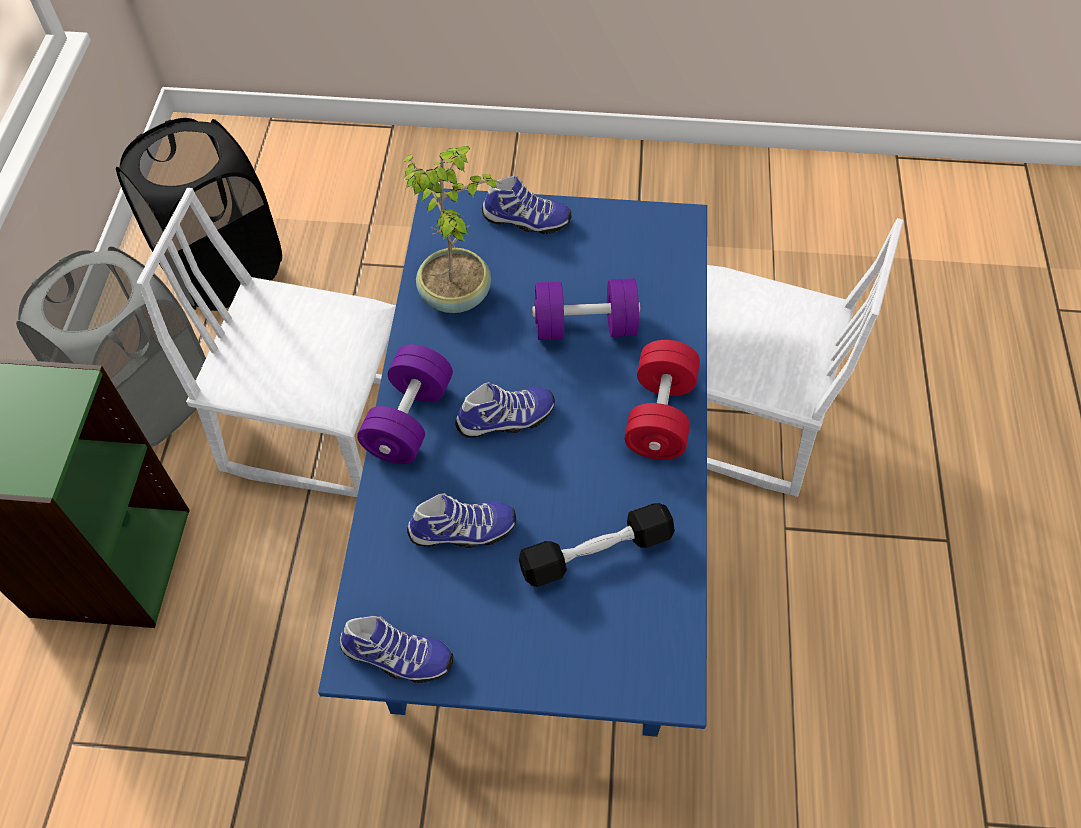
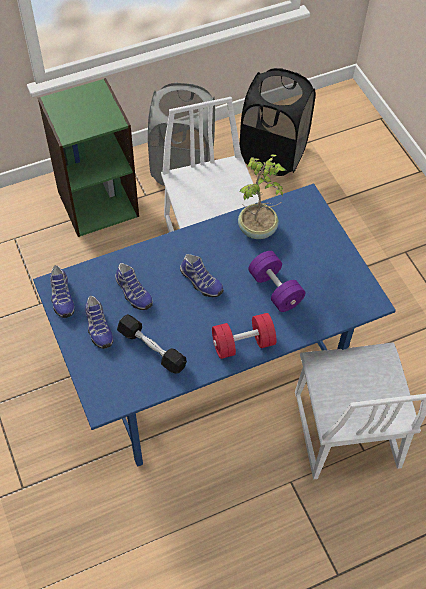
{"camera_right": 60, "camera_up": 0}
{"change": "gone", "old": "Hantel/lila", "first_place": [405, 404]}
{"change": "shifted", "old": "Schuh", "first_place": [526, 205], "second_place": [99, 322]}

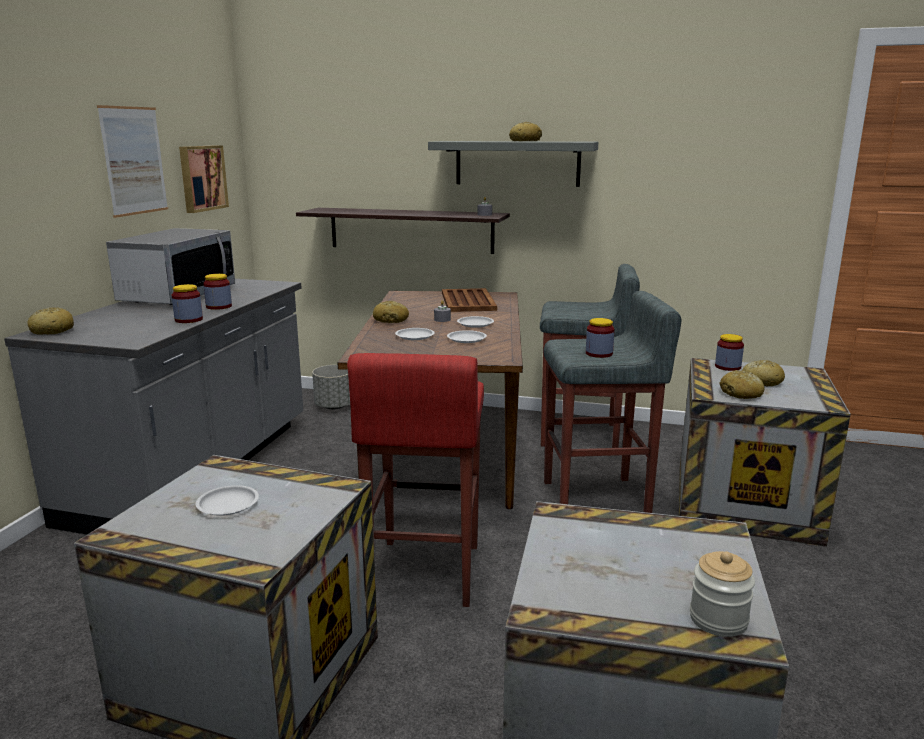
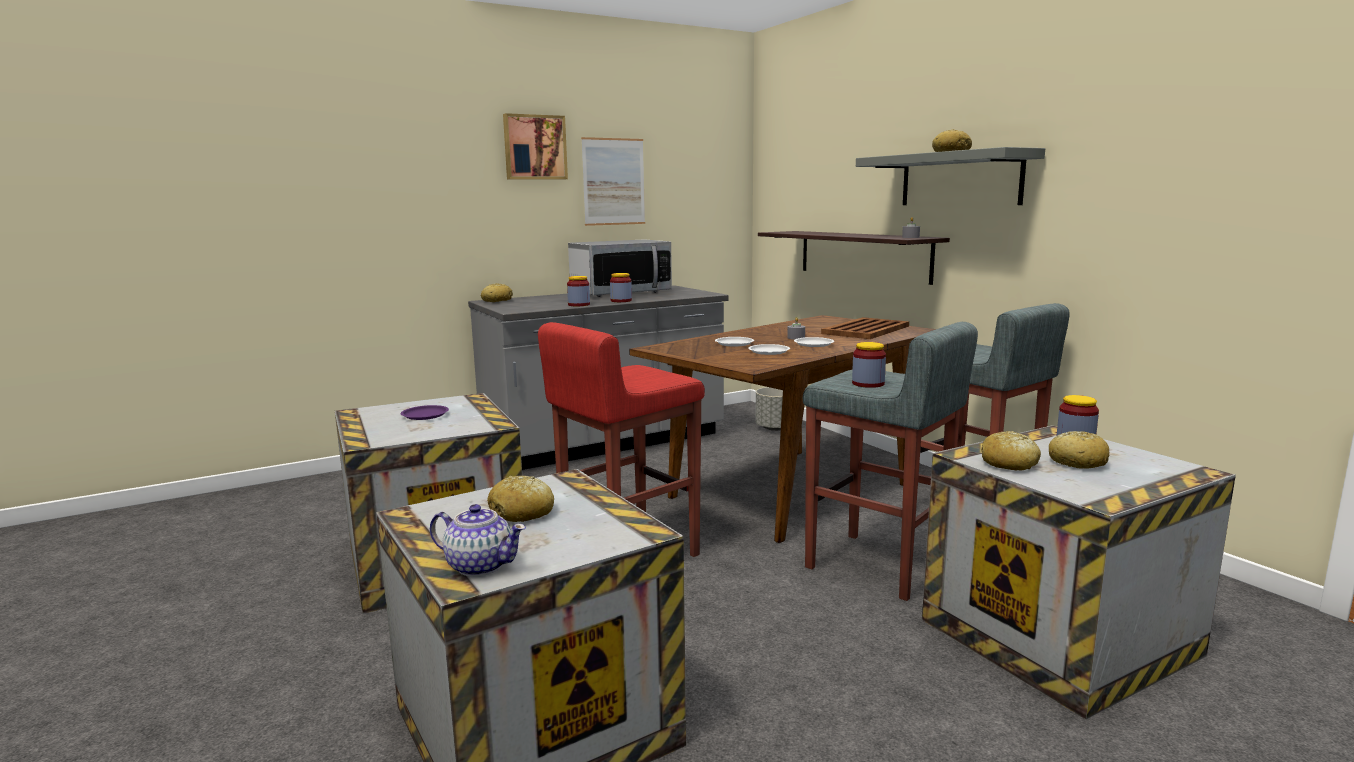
{"camera_right": 45, "camera_up": -5}
{"change": "shifted", "old": "Bild", "first_place": [204, 179], "second_place": [535, 146]}
{"change": "shifted", "old": "Brot", "first_place": [391, 312], "second_place": [520, 499]}
{"change": "swapped", "old": "Vorratsglas", "new": "Teekanne", "first_place": [722, 594], "second_place": [478, 540]}
{"change": "repainted", "old": "Teller/weiß", "new": "Teller/lila", "first_place": [227, 500], "second_place": [424, 412]}

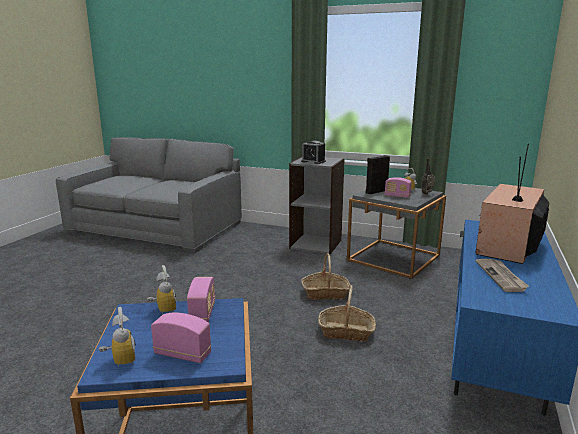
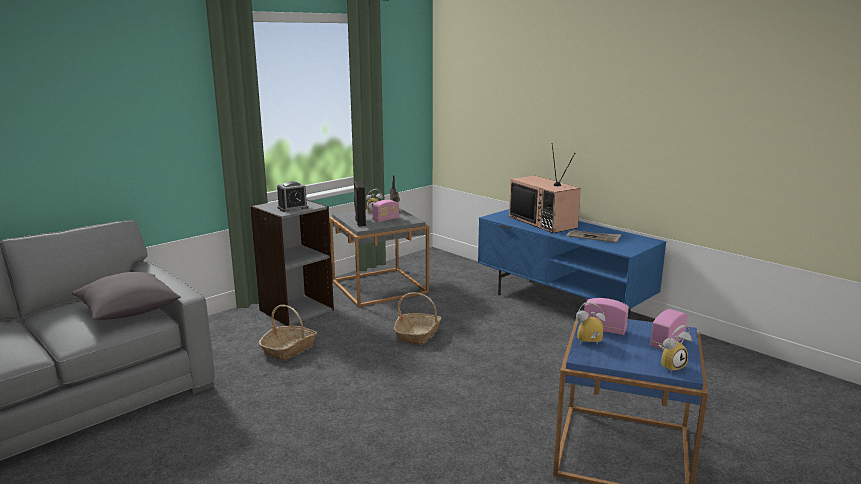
{"camera_right": -65, "camera_up": 0}
{"change": "new", "new": "Kissen/grau", "second_place": [126, 296]}
{"change": "shifted", "old": "Korb", "first_place": [347, 313], "second_place": [288, 333]}
{"change": "rotated", "old": "Wecker", "first_place": [117, 337], "second_place": [675, 348], "degrees": 150}

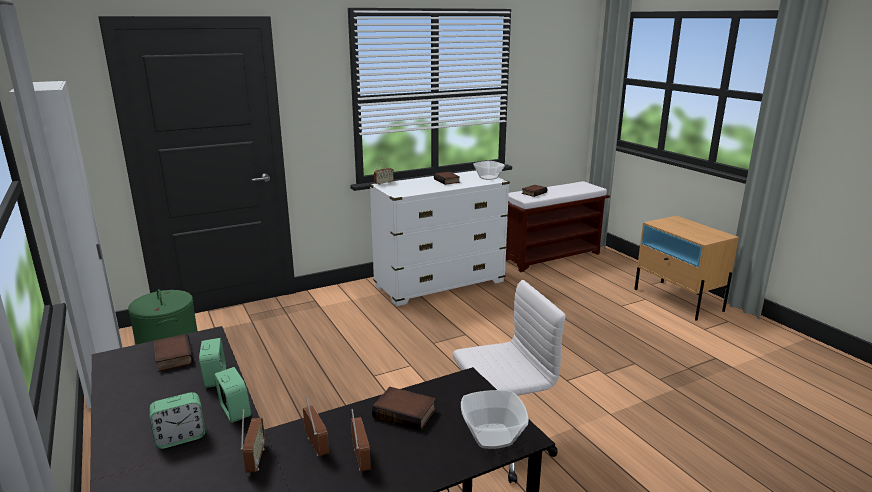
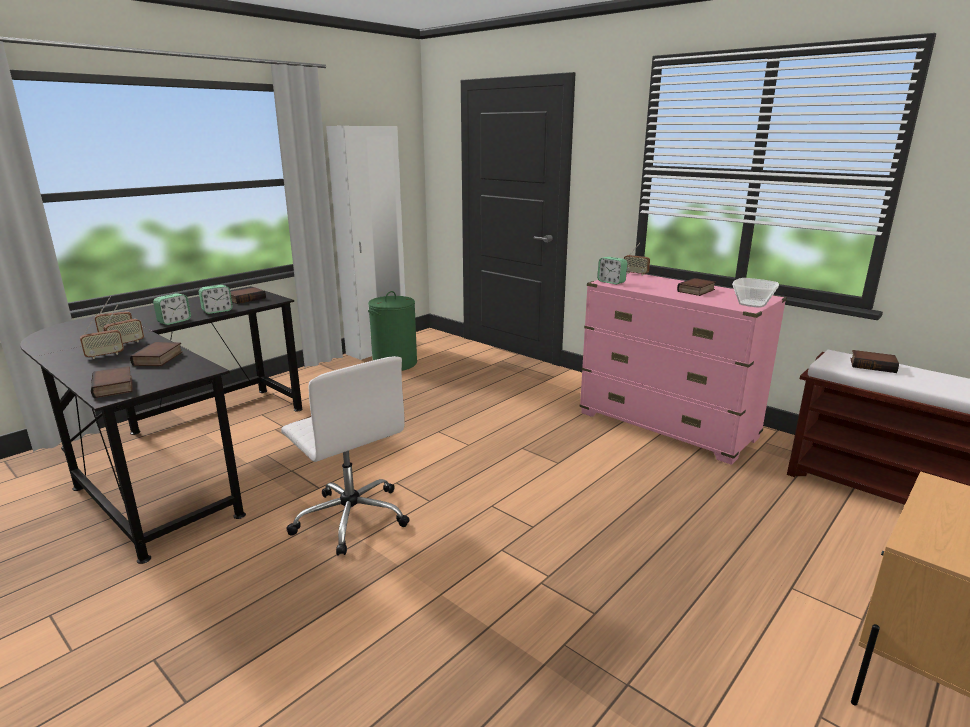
{"camera_right": 70, "camera_up": 0}
{"change": "shifted", "old": "Wecker", "first_place": [177, 420], "second_place": [612, 271]}
{"change": "swapped", "old": "Schüssel", "new": "Buch", "first_place": [495, 419], "second_place": [112, 382]}
{"change": "repainted", "old": "Kommode/weiß", "new": "Kommode/rosa", "first_place": [440, 238], "second_place": [683, 368]}

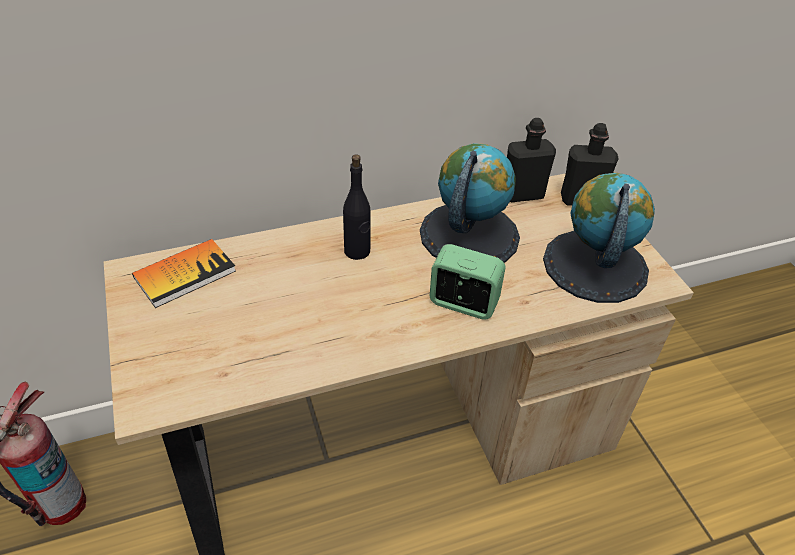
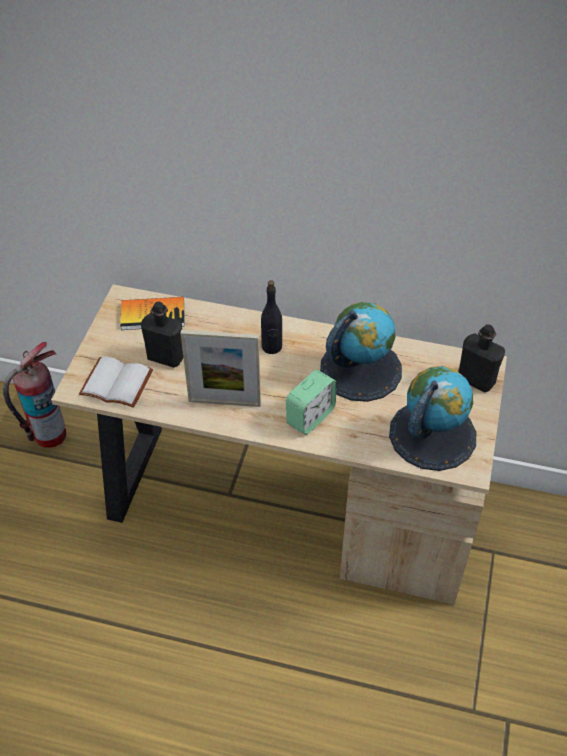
{"camera_right": 35, "camera_up": 5}
{"change": "new", "new": "Buch/weiß", "second_place": [116, 382]}
{"change": "new", "new": "Bilderrahmen", "second_place": [220, 368]}
{"change": "shifted", "old": "Flasche/schwarz", "first_place": [531, 160], "second_place": [162, 334]}
{"change": "rotated", "old": "Wecker", "first_place": [468, 282], "second_place": [311, 402], "degrees": 75}

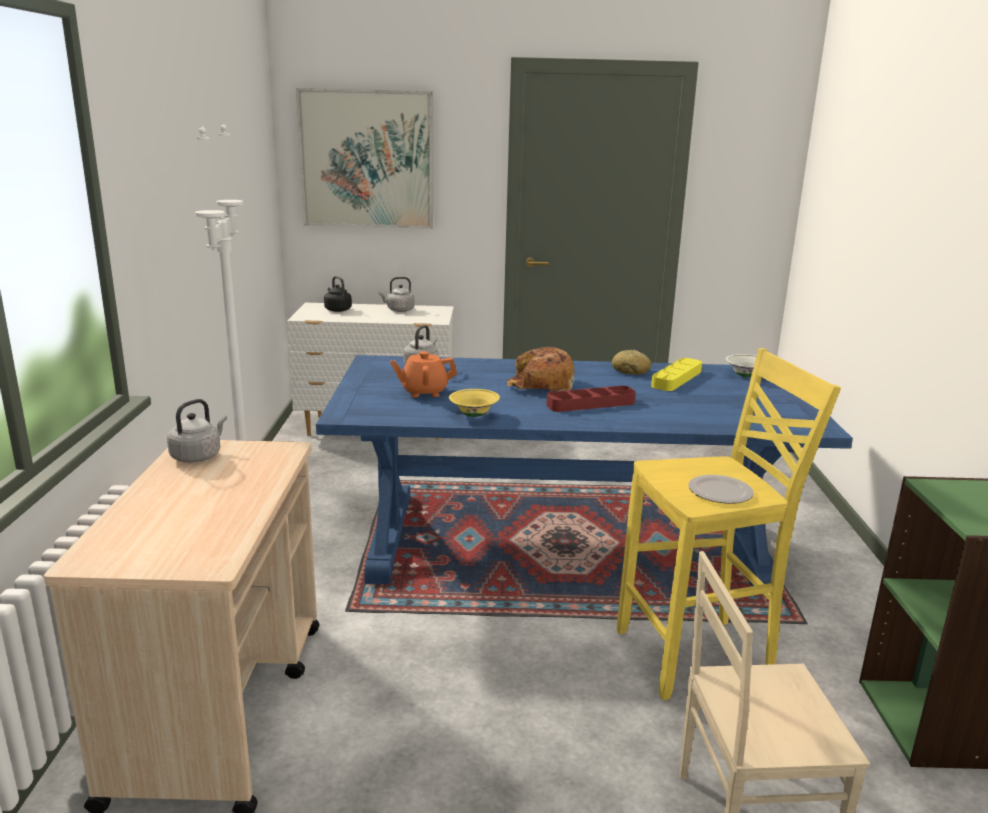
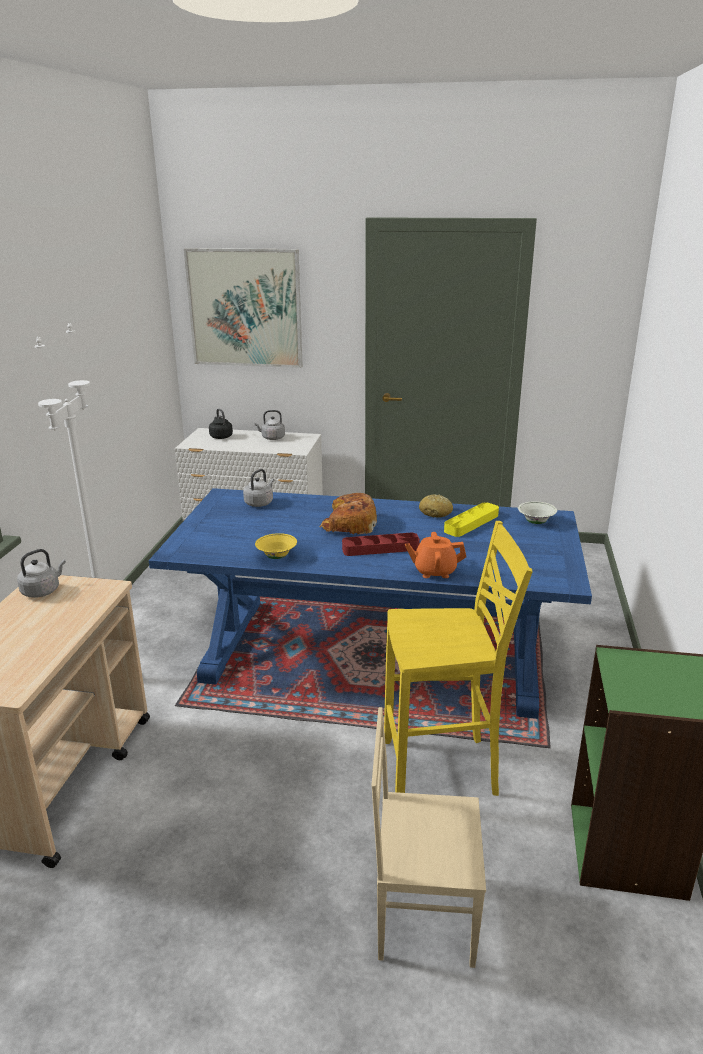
{"camera_right": 10, "camera_up": 5}
{"change": "gone", "old": "Teller", "first_place": [721, 489]}
{"change": "shifted", "old": "Teekanne/orange", "first_place": [423, 374], "second_place": [435, 555]}

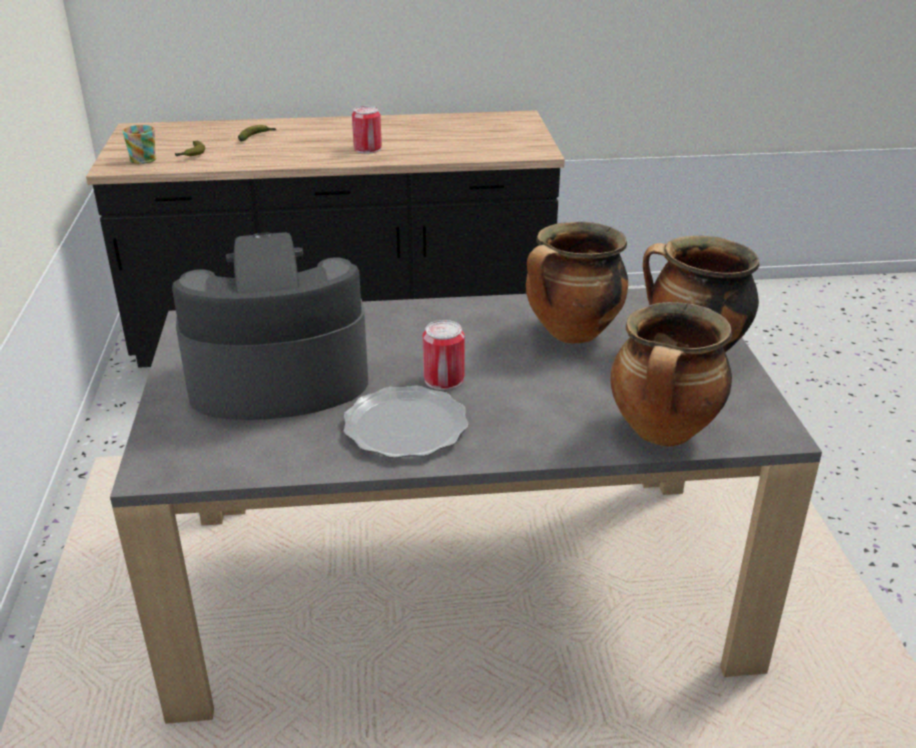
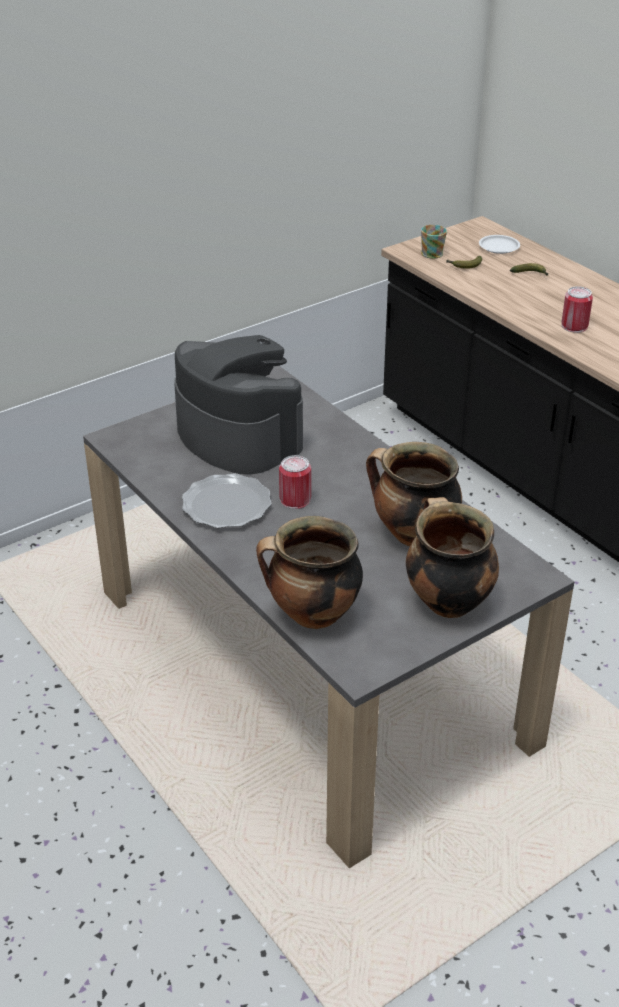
{"camera_right": 60, "camera_up": 5}
{"change": "new", "new": "Teller/weiß", "second_place": [499, 244]}

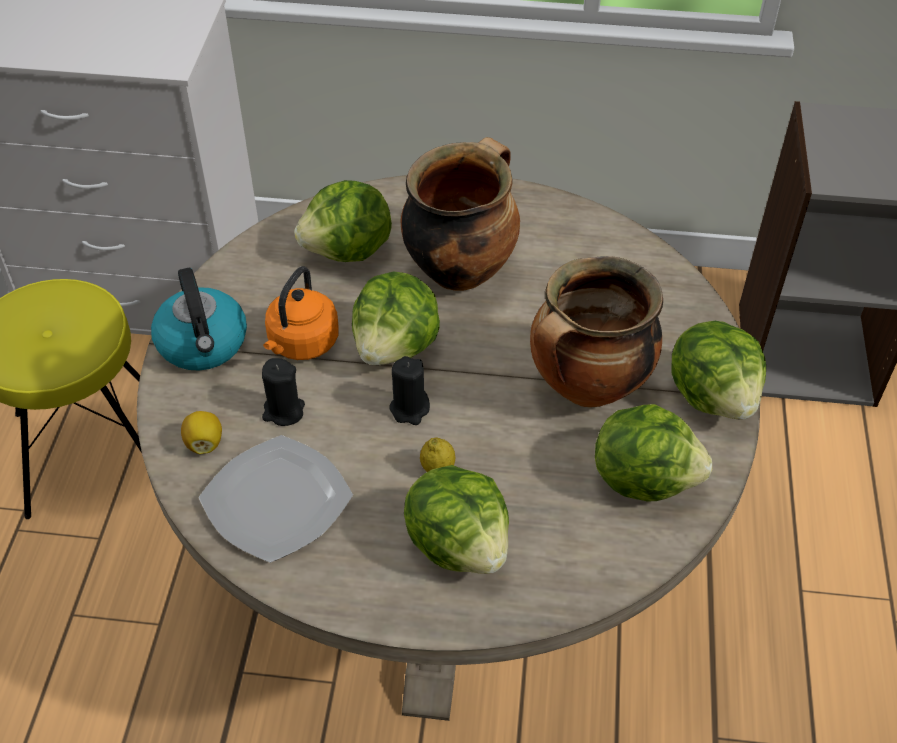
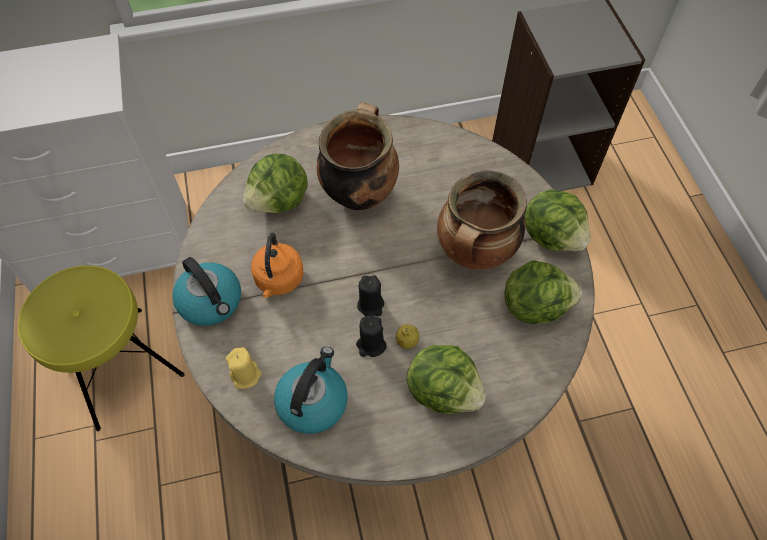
{"camera_right": -20, "camera_up": 10}
{"change": "gone", "old": "Salatkopf", "first_place": [396, 318]}
{"change": "shifted", "old": "Kerze/schwarz", "first_place": [283, 392], "second_place": [371, 336]}
{"change": "swapped", "old": "Zitrone", "new": "Kerze/gelb", "first_place": [201, 432], "second_place": [243, 368]}
{"change": "swapped", "old": "Teller", "new": "Wasserkessel", "first_place": [276, 499], "second_place": [311, 390]}

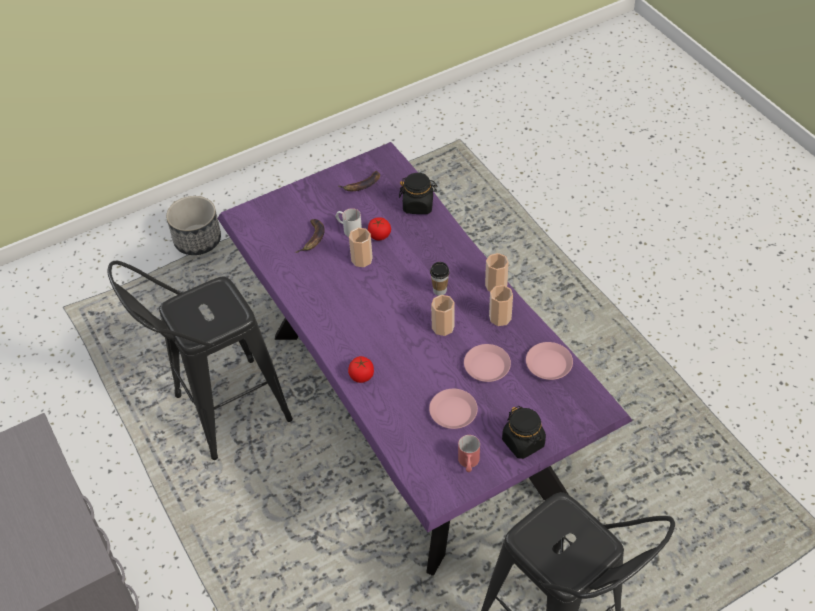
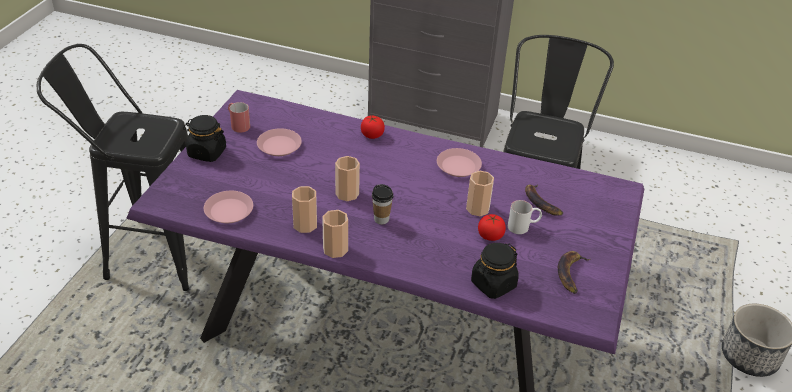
{"camera_right": 135, "camera_up": -10}
{"change": "shifted", "old": "Teller/rosa", "first_place": [487, 363], "second_place": [459, 162]}

